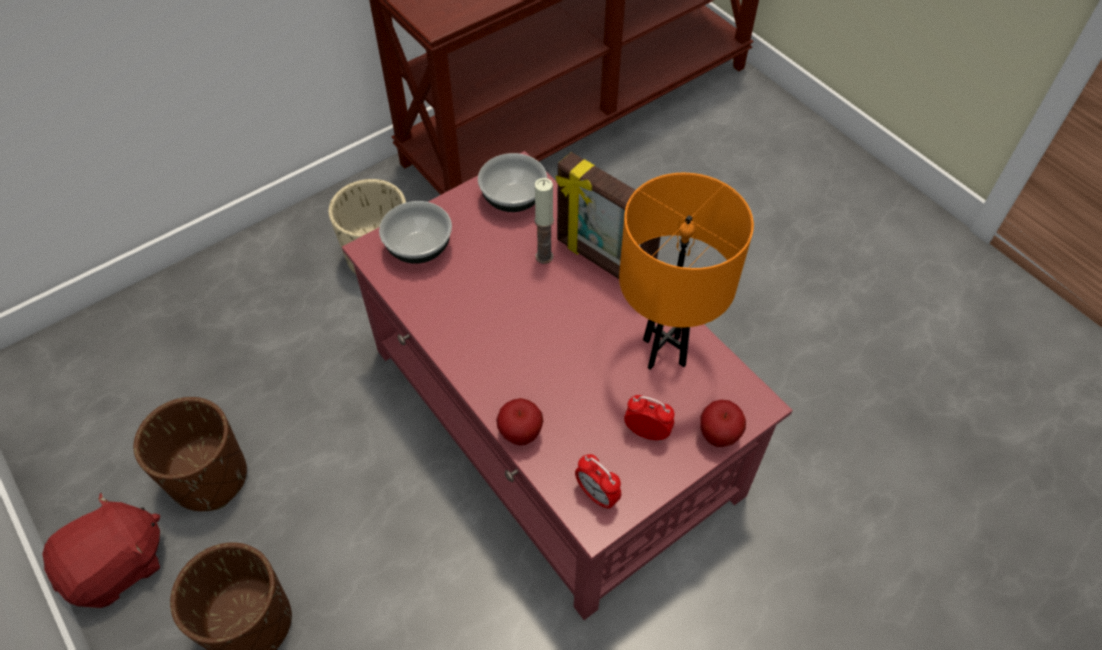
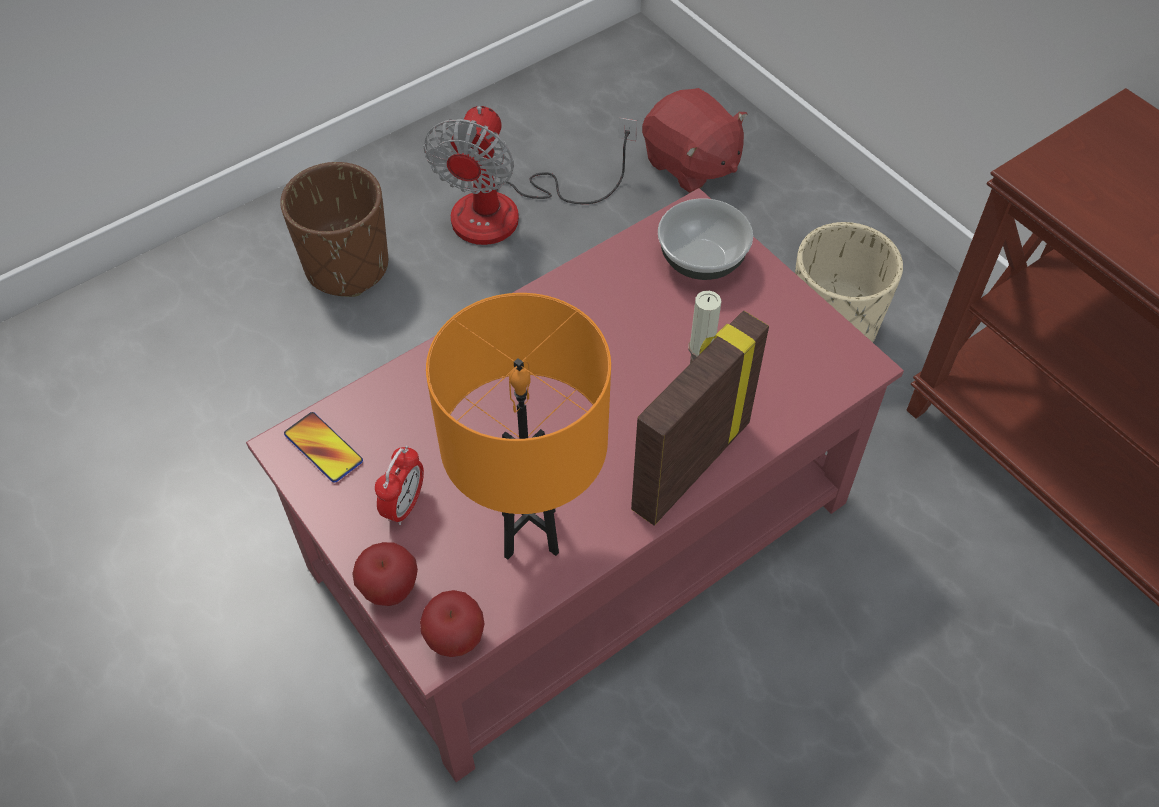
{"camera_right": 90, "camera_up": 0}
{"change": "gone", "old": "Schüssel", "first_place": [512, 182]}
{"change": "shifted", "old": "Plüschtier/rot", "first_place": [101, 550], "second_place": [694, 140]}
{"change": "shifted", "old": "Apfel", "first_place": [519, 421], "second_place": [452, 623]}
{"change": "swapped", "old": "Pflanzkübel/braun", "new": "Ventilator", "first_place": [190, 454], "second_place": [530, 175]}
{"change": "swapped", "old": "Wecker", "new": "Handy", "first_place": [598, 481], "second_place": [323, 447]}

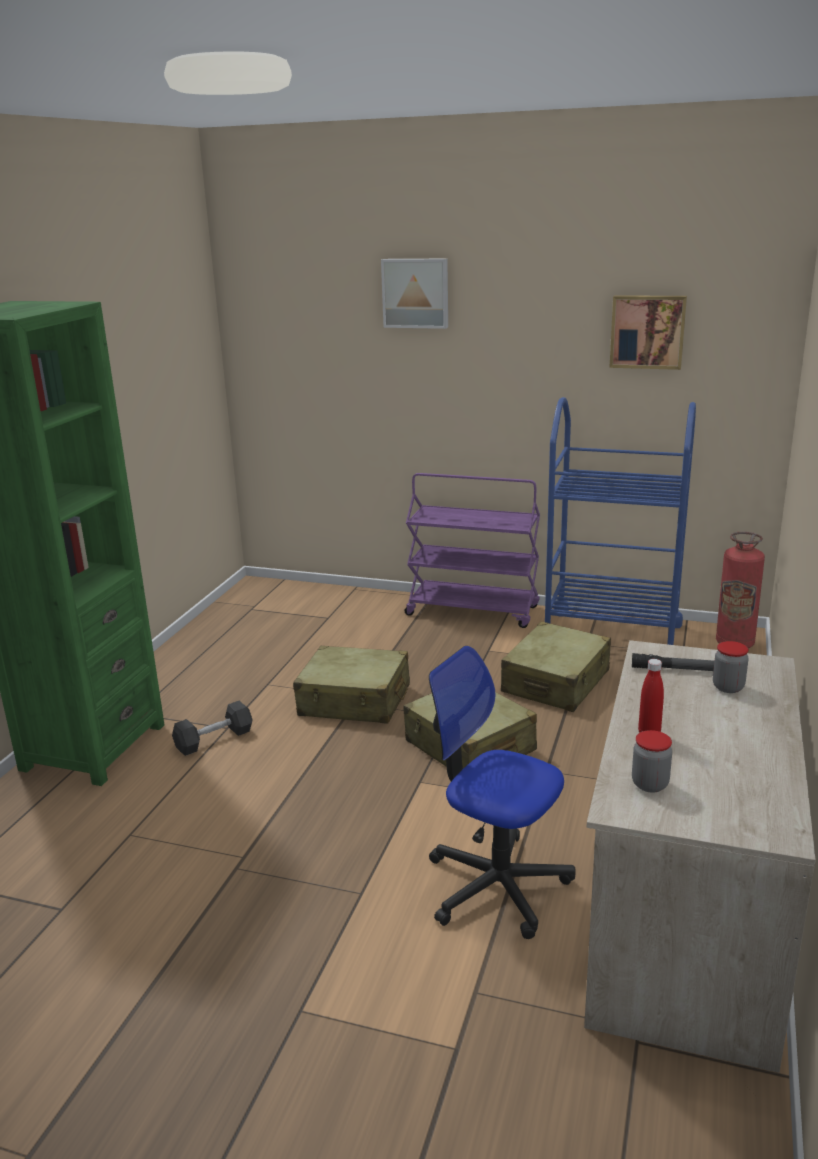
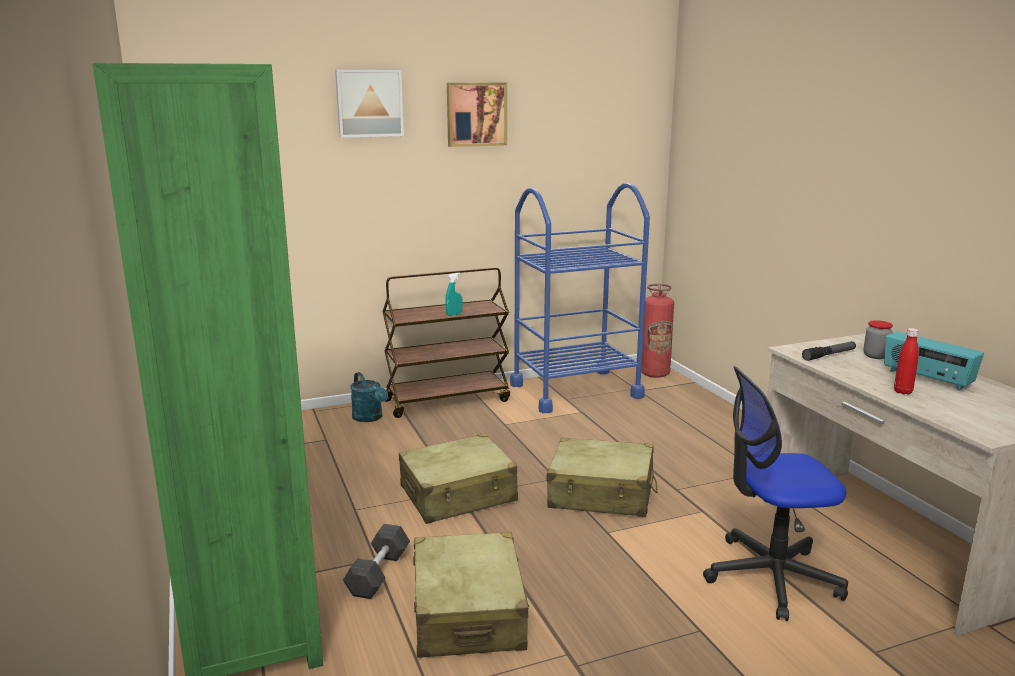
{"camera_right": -40, "camera_up": -5}
{"change": "gone", "old": "Vorratsglas", "first_place": [652, 761]}
{"change": "new", "new": "Gießkanne/türkis", "second_place": [369, 397]}
{"change": "new", "new": "Sprühflasche/türkis", "second_place": [454, 294]}
{"change": "new", "new": "Radio", "second_place": [934, 361]}
{"change": "shifted", "old": "Koffer/beige", "first_place": [556, 667], "second_place": [471, 595]}
{"change": "shifted", "old": "Bild", "first_place": [648, 332], "second_place": [477, 115]}
{"change": "repainted", "old": "Rollwagen/lila", "new": "Rollwagen/braun", "first_place": [472, 550], "second_place": [446, 342]}

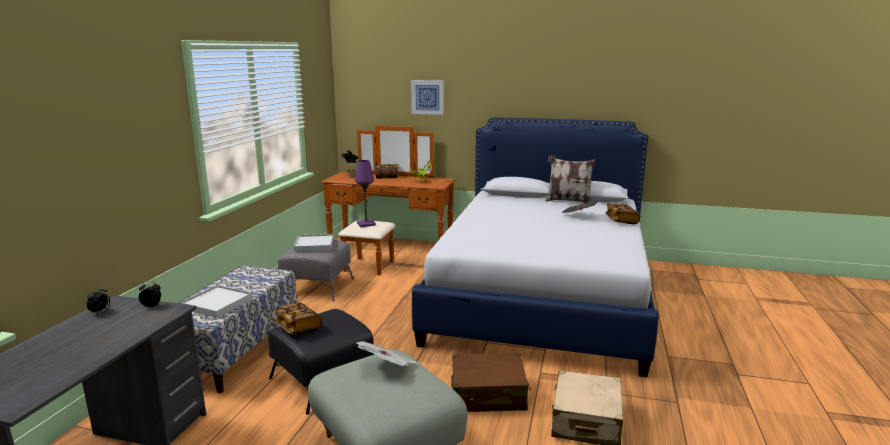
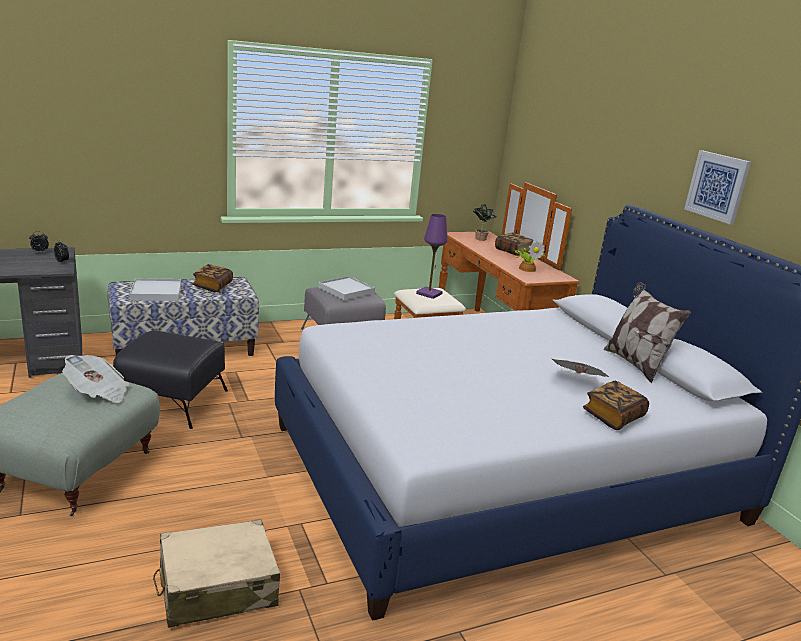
{"camera_right": 50, "camera_up": 5}
{"change": "gone", "old": "Koffer/braun", "first_place": [491, 382]}
{"change": "shifted", "old": "Buch", "first_place": [298, 318], "second_place": [212, 278]}
{"change": "shifted", "old": "Bild", "first_place": [427, 97], "second_place": [717, 187]}

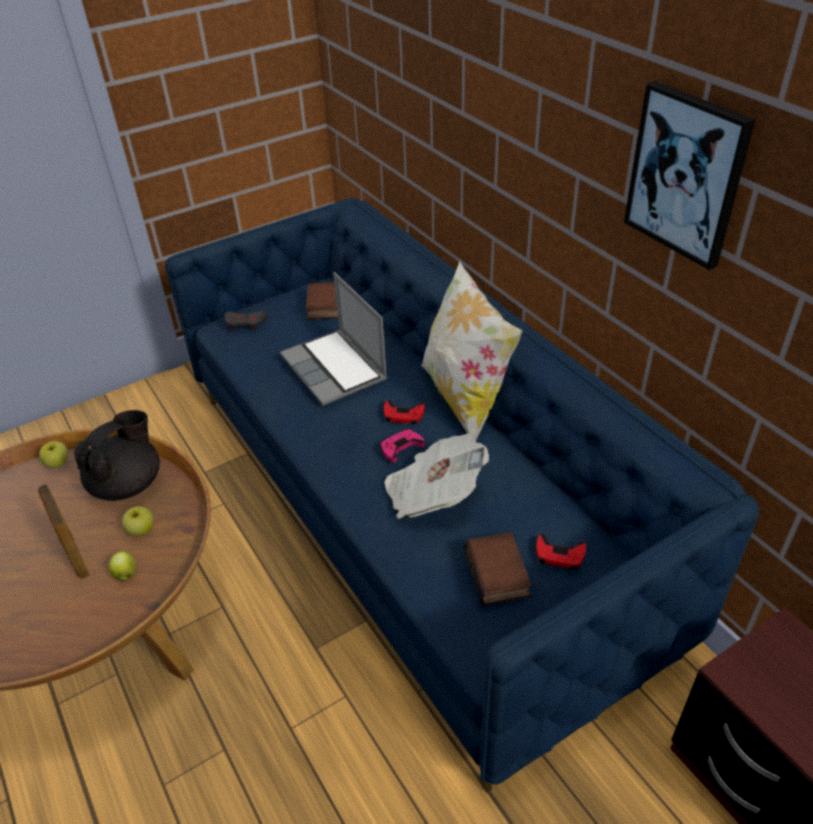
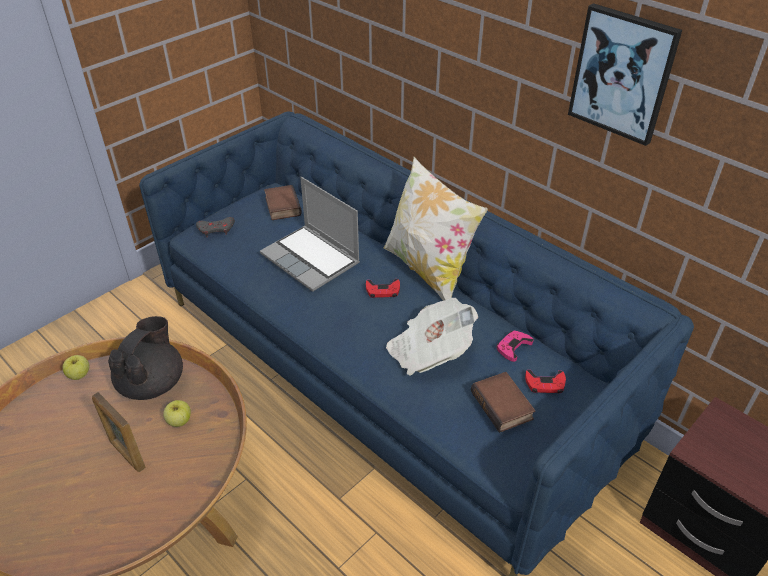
{"camera_right": -15, "camera_up": 0}
{"change": "gone", "old": "Apfel", "first_place": [122, 566]}
{"change": "shifted", "old": "Gamepad/rosa", "first_place": [402, 445], "second_place": [515, 346]}

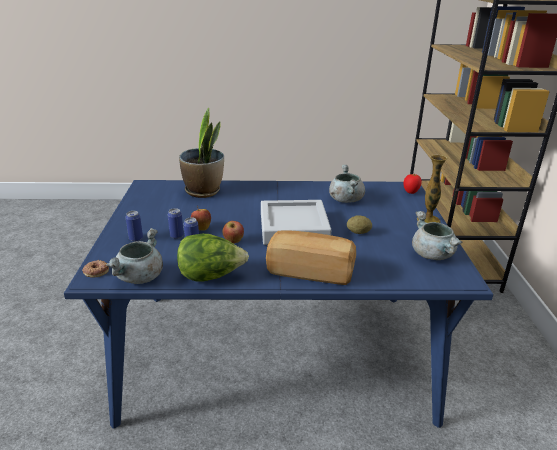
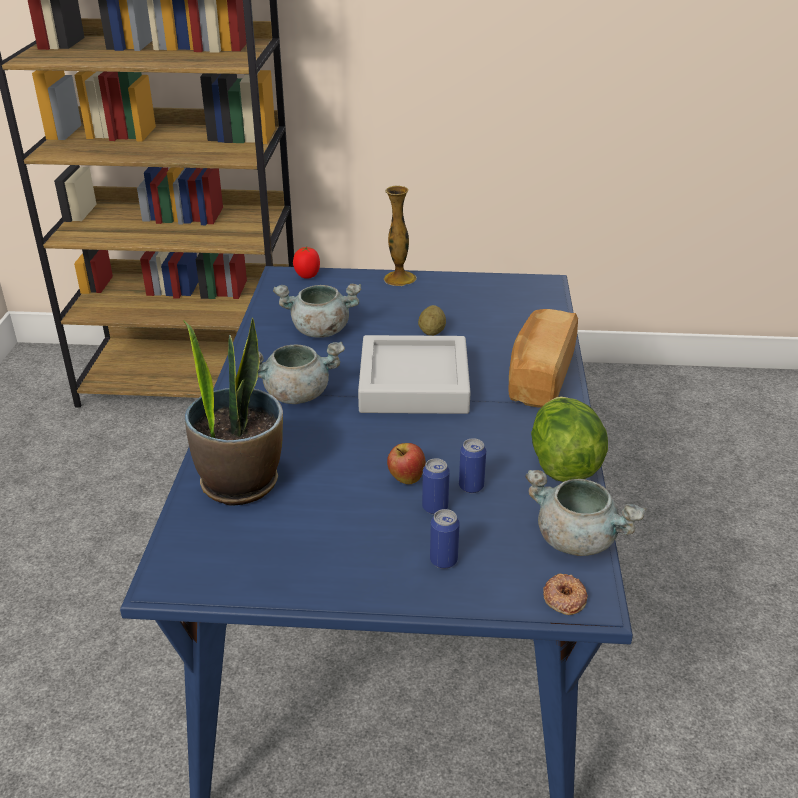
{"camera_right": -85, "camera_up": 5}
{"change": "gone", "old": "Apfel", "first_place": [233, 232]}
{"change": "shifted", "old": "Kochtopf/grau", "first_place": [437, 235], "second_place": [301, 373]}

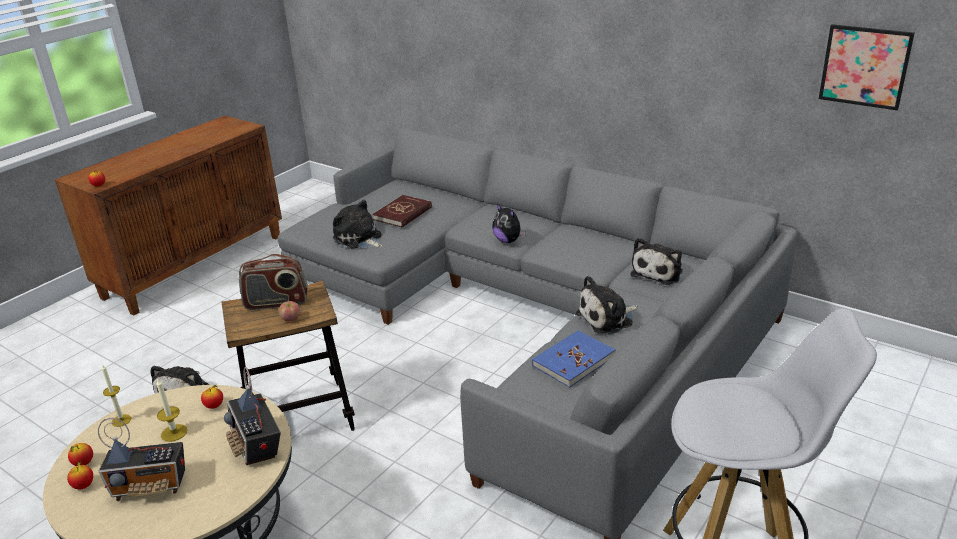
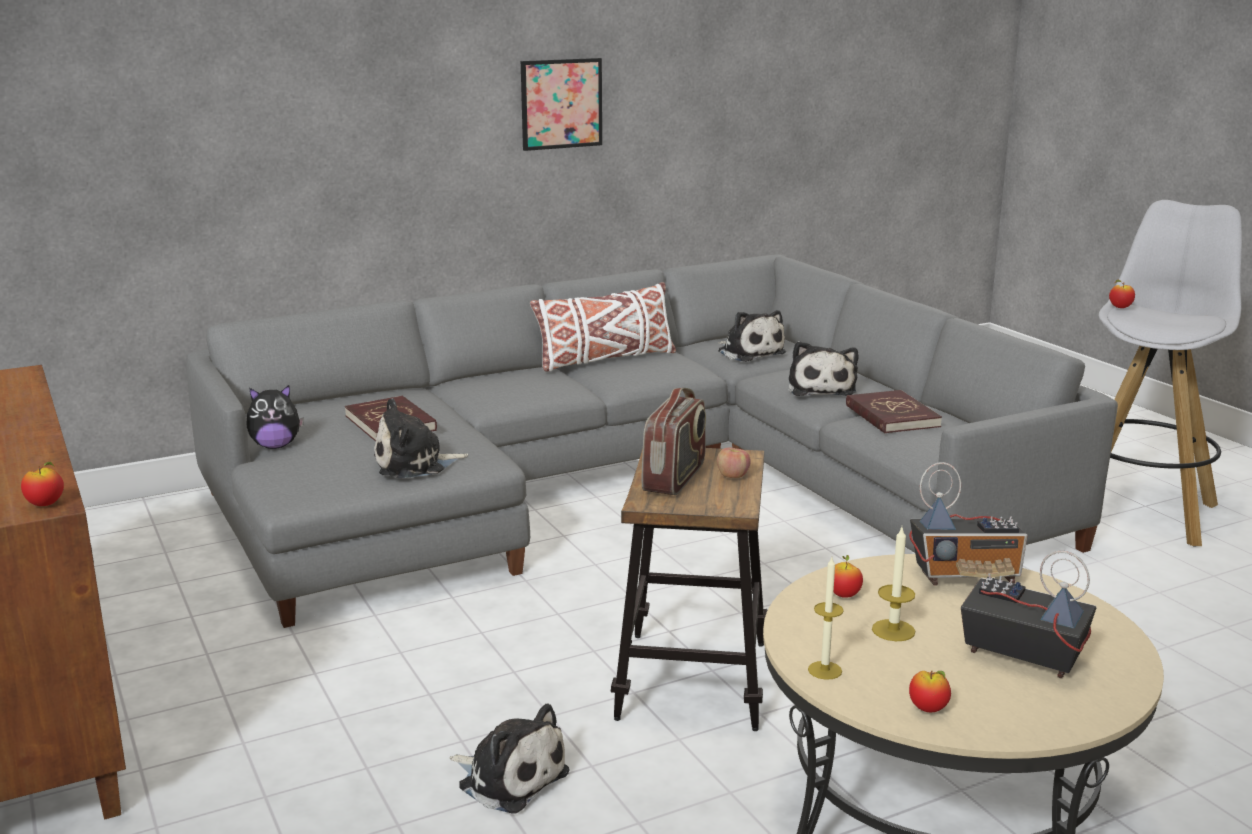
{"camera_right": -65, "camera_up": -10}
{"change": "new", "new": "Kissen/weiß", "second_place": [603, 326]}
{"change": "shifted", "old": "Apfel", "first_place": [80, 475], "second_place": [1122, 293]}
{"change": "shifted", "old": "Plüschtier", "first_place": [509, 223], "second_place": [275, 417]}
{"change": "shifted", "old": "Bild", "first_place": [867, 67], "second_place": [561, 104]}
{"change": "repainted", "old": "Buch/blau", "new": "Buch/rot", "first_place": [574, 359], "second_place": [894, 412]}
{"change": "rotated", "old": "Radio", "first_place": [141, 459], "second_place": [1029, 615], "degrees": -75}

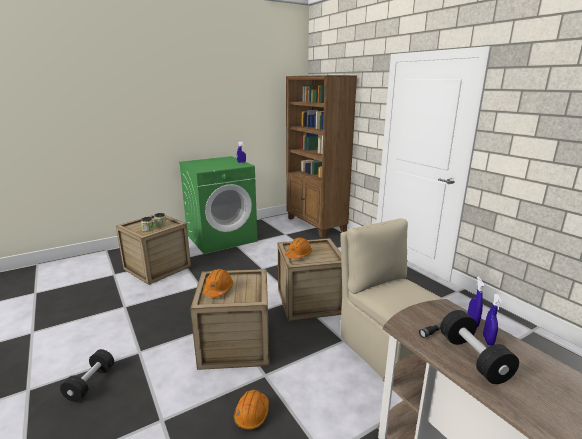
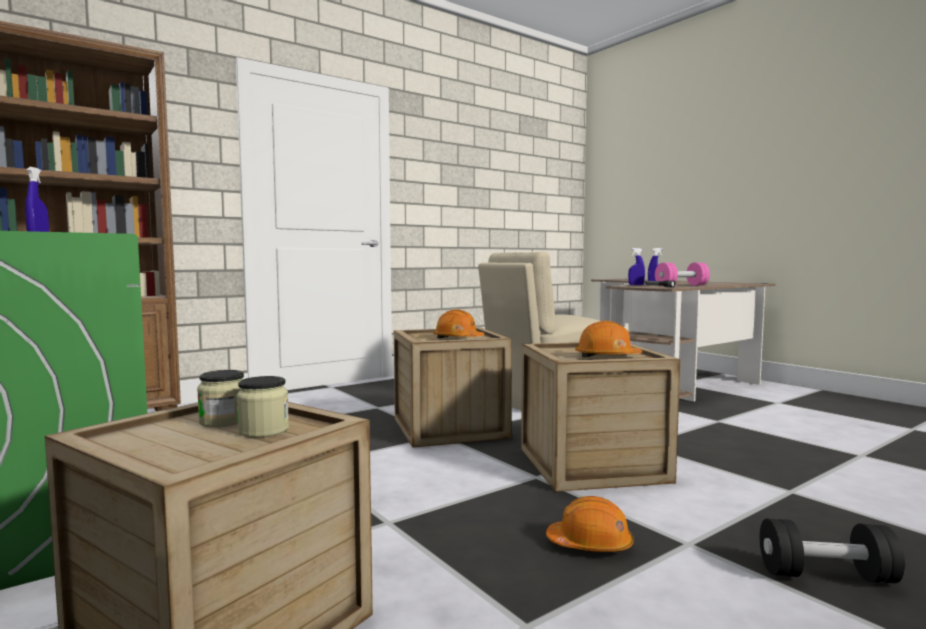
{"camera_right": -95, "camera_up": -15}
{"change": "shifted", "old": "Schutzhelm/orange", "first_place": [251, 410], "second_place": [590, 524]}
{"change": "repainted", "old": "Hantel/schwarz", "new": "Hantel/rosa", "first_place": [479, 347], "second_place": [682, 274]}

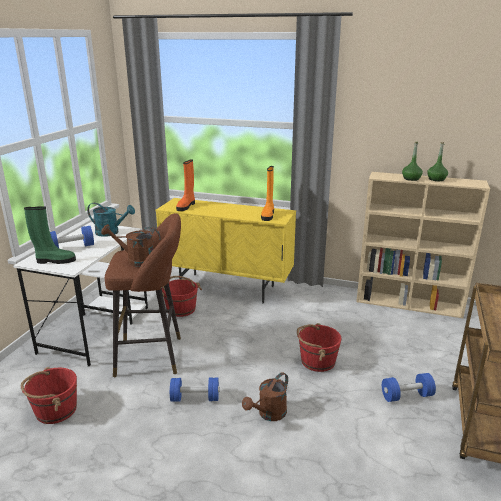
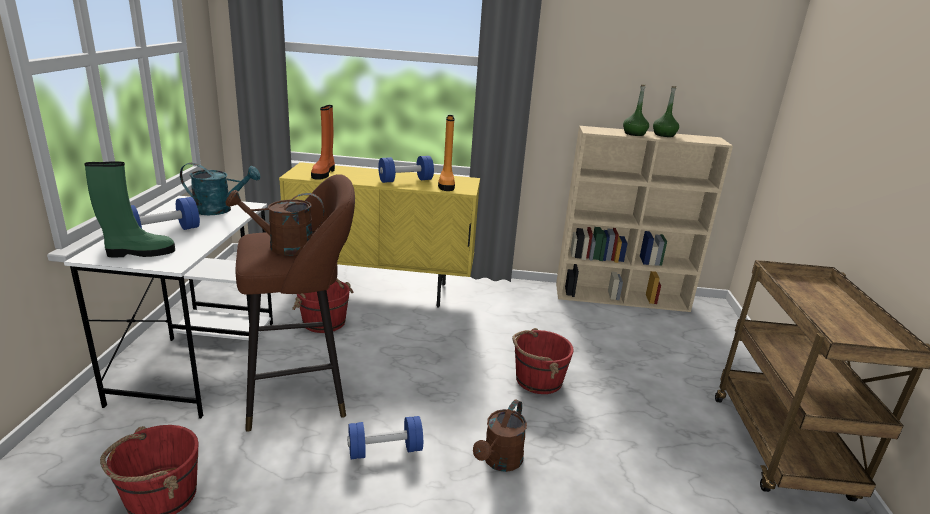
{"camera_right": -15, "camera_up": 0}
{"change": "shifted", "old": "Hantel/blau", "first_place": [409, 387], "second_place": [406, 169]}

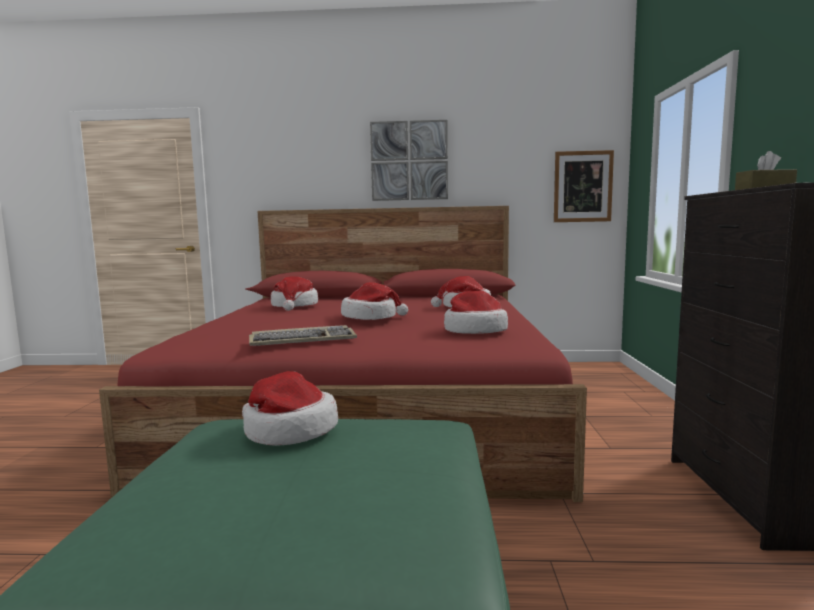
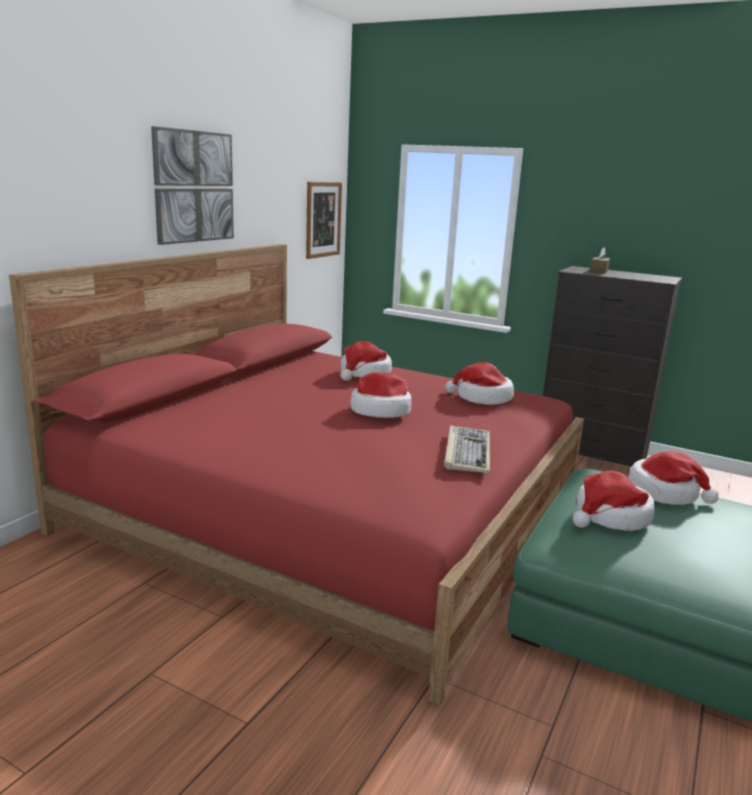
{"camera_right": -65, "camera_up": 10}
{"change": "shifted", "old": "Hut", "first_place": [294, 293], "second_place": [673, 478]}

